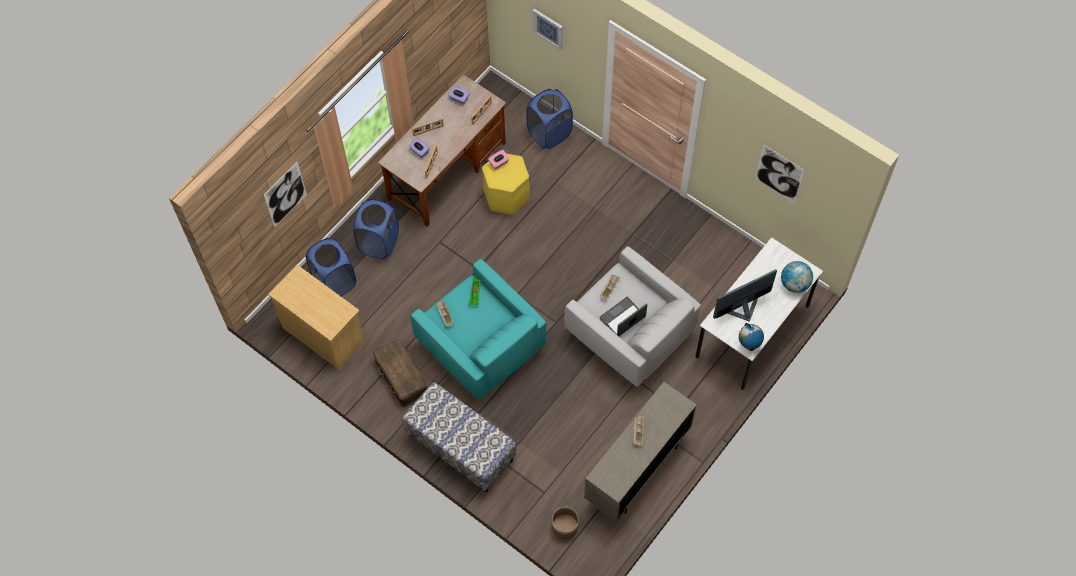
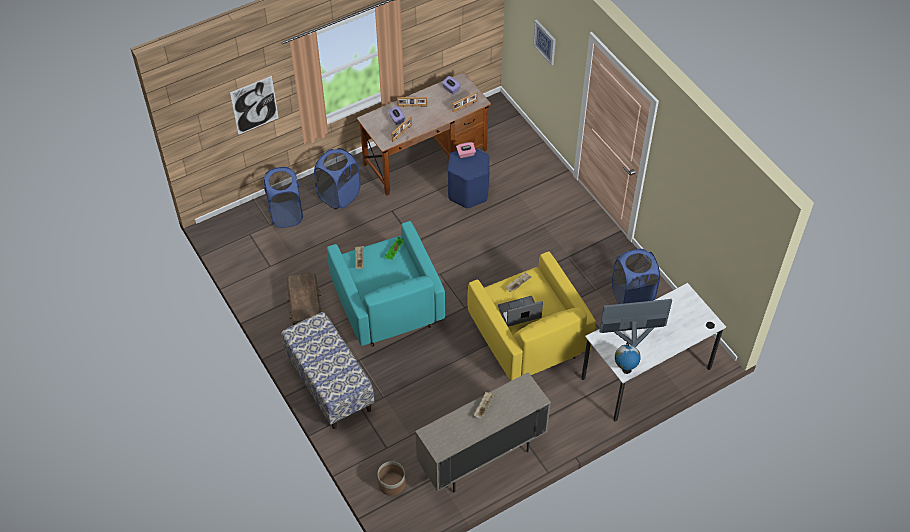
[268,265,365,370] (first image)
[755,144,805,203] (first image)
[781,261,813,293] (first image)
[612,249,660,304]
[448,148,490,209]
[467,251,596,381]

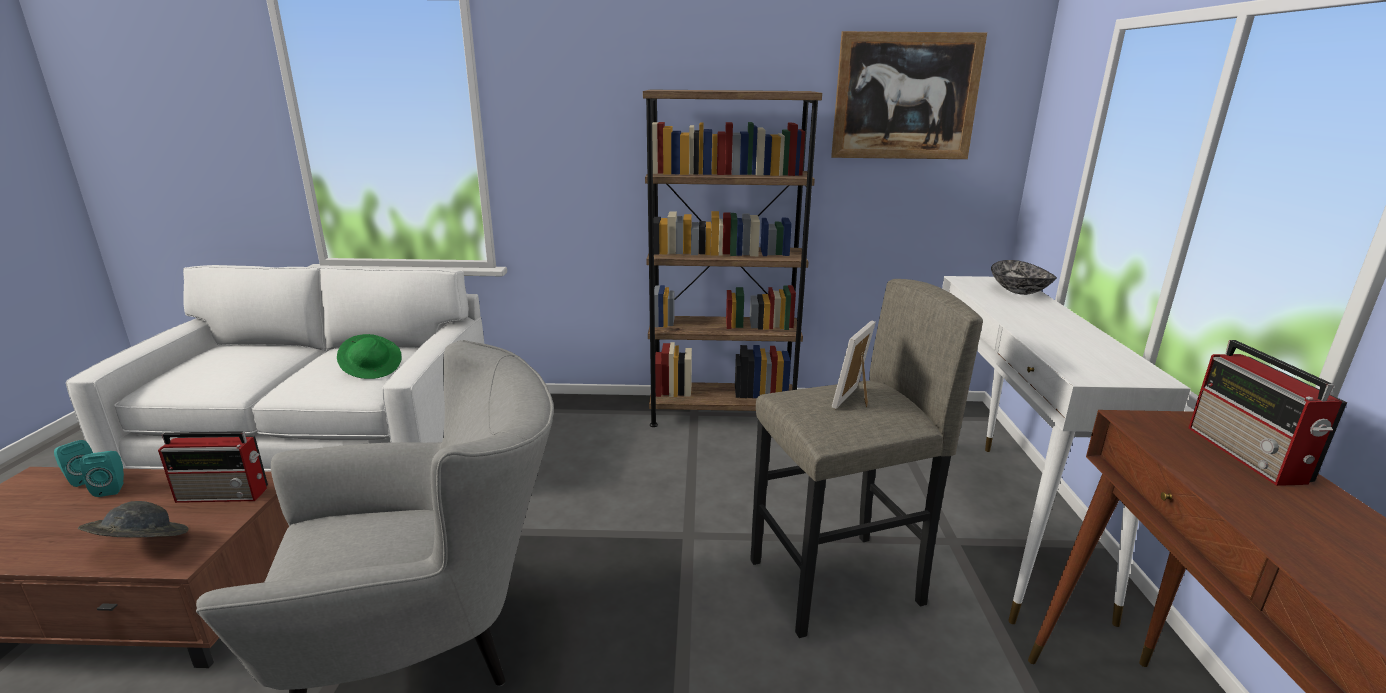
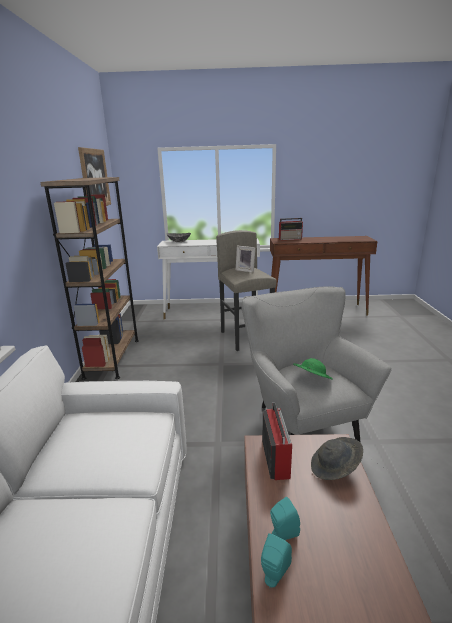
[293,358,333,380]

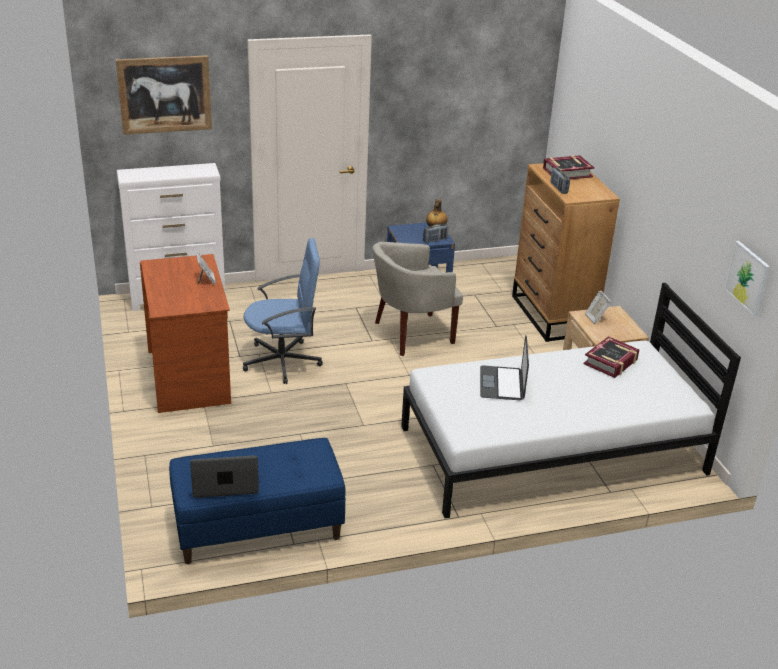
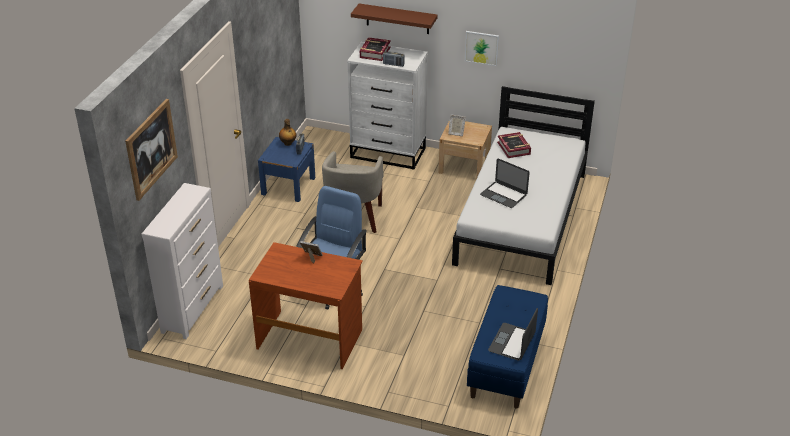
[351,4,438,34]
[465,31,499,66]
[347,42,428,169]

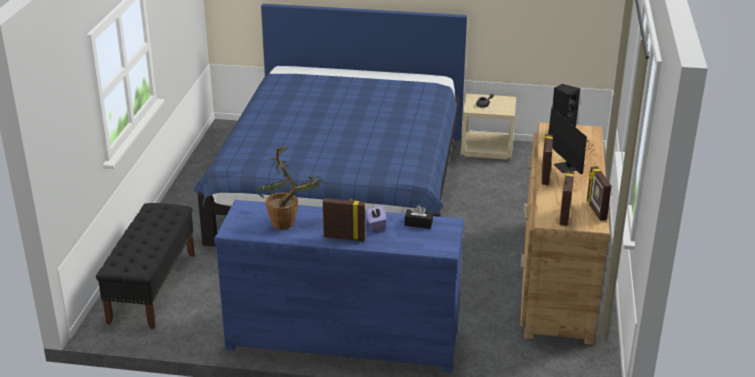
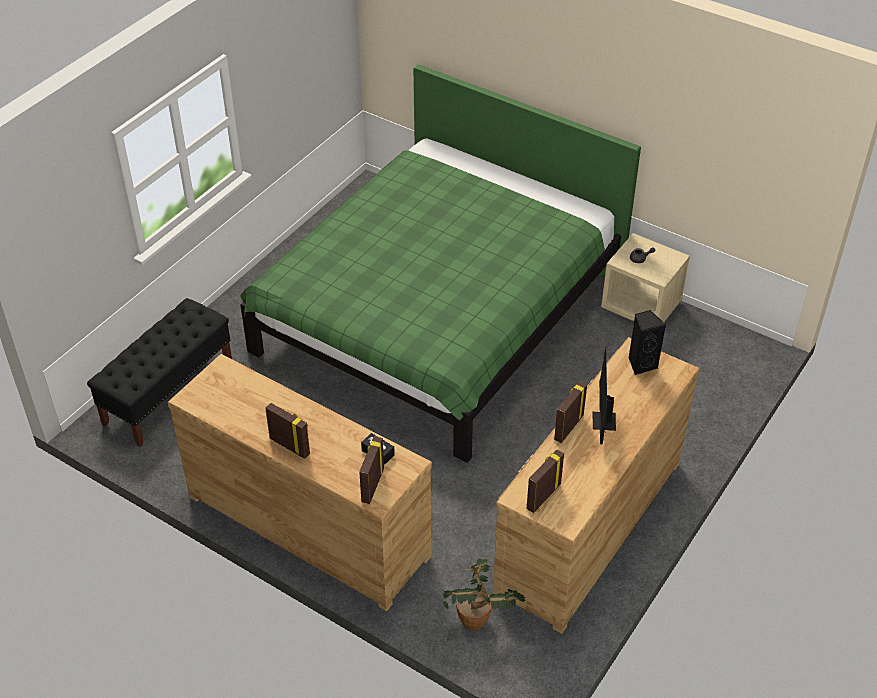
[367,204,386,231] (first image)
[443,558,525,631]
[359,436,384,504]
[240,64,641,463]
[168,354,432,611]

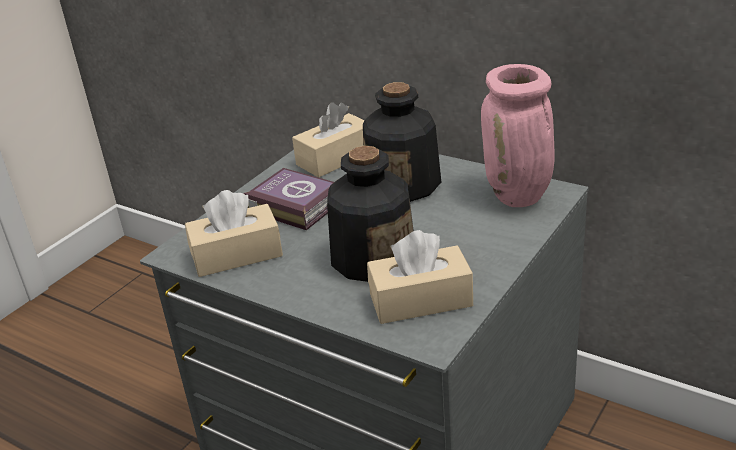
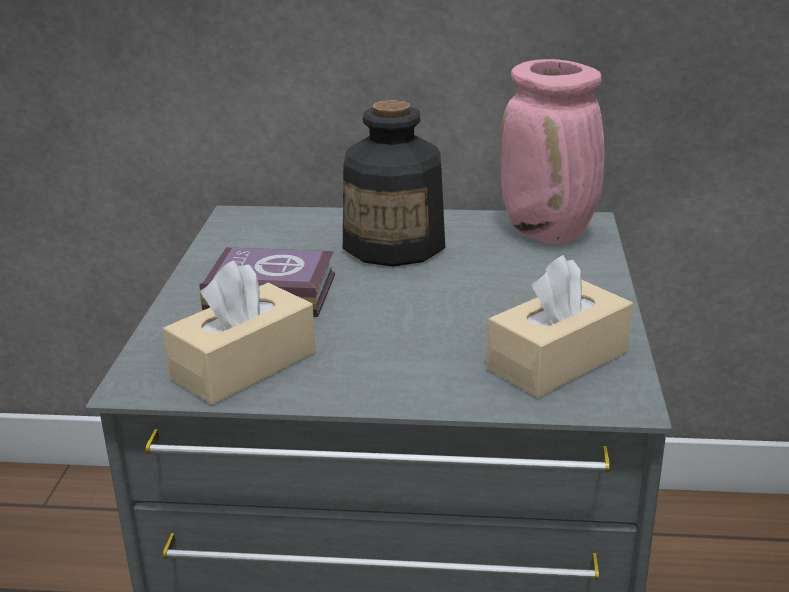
[292,103,365,178] (first image)
[327,146,414,282] (first image)

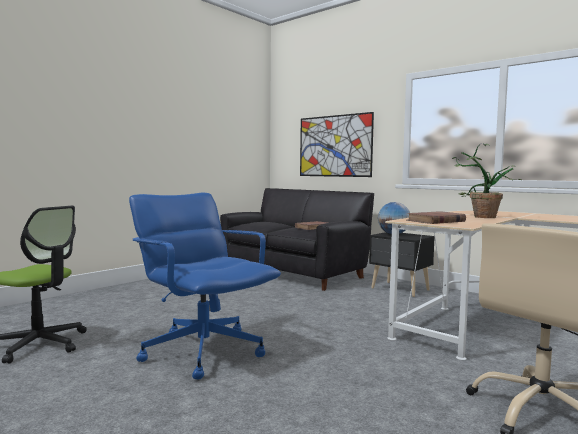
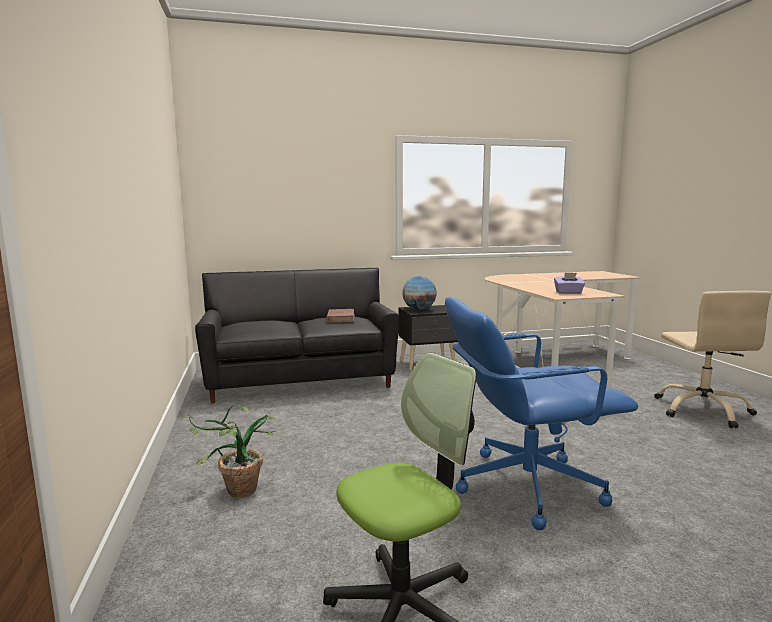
[300,112,374,177] (first image)
[182,405,281,498]
[554,273,585,294]

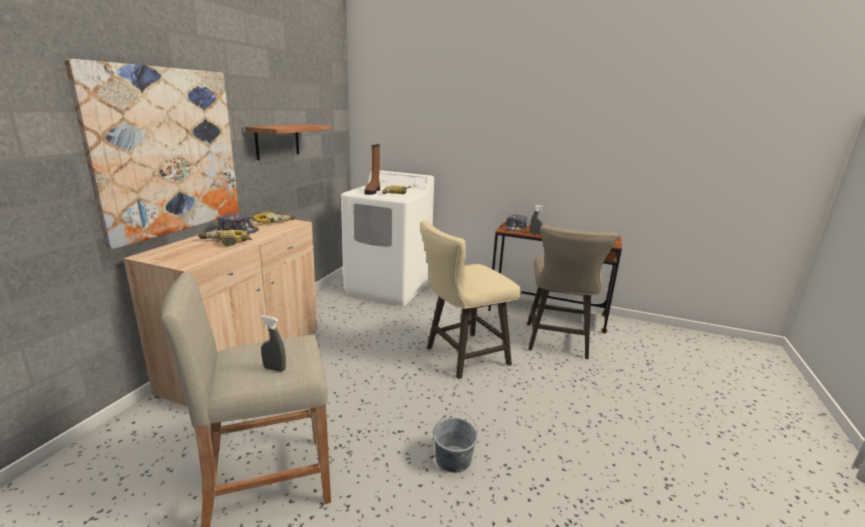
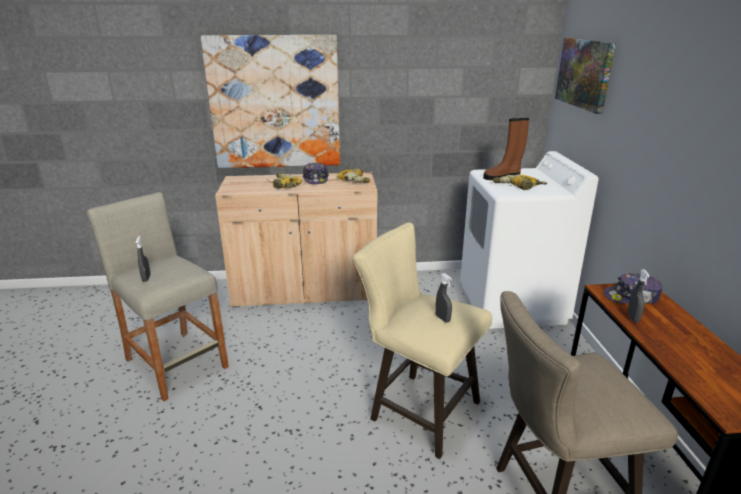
[245,124,331,160] (first image)
[433,411,478,473] (first image)
[435,273,452,323]
[555,38,616,114]

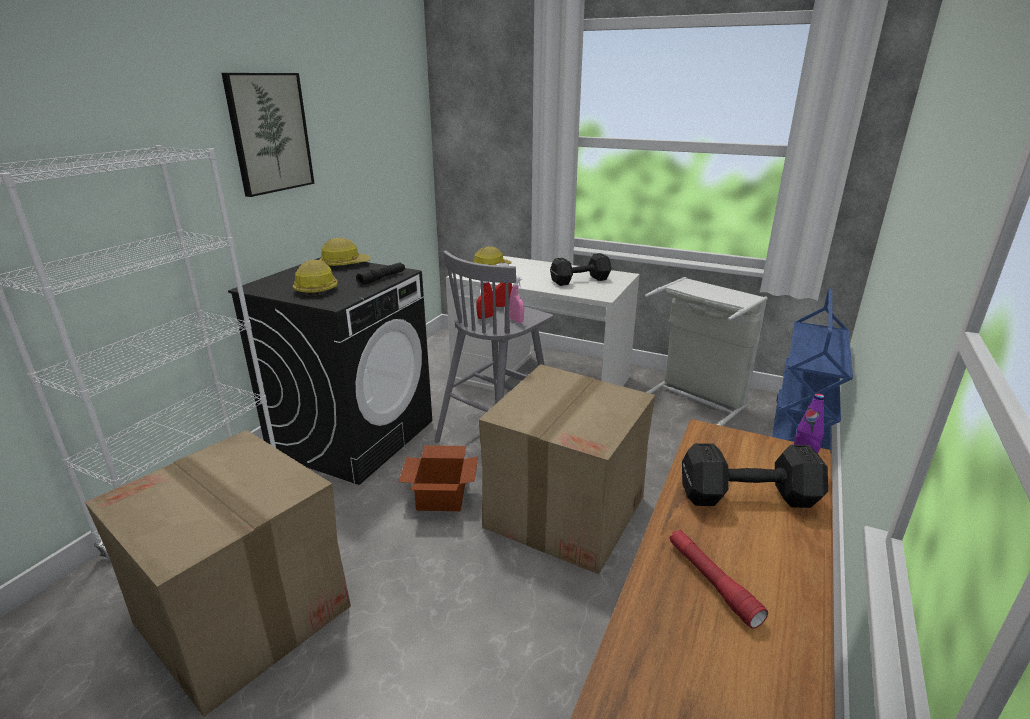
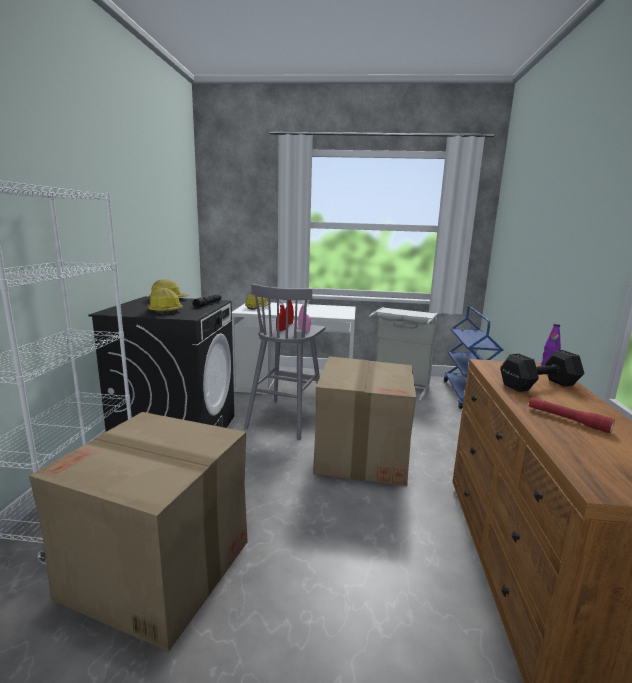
[222,73,315,197] (first image)
[398,445,478,511] (first image)
[550,253,611,286] (first image)

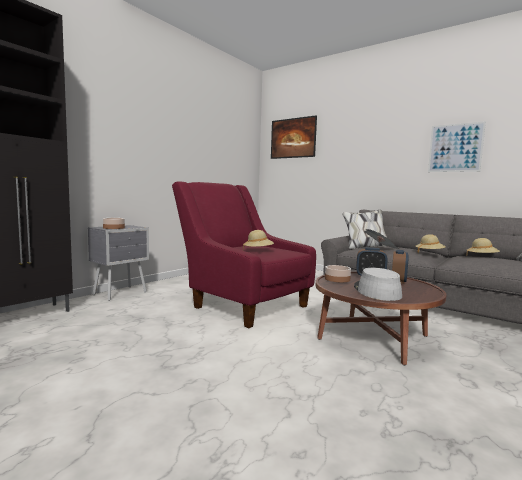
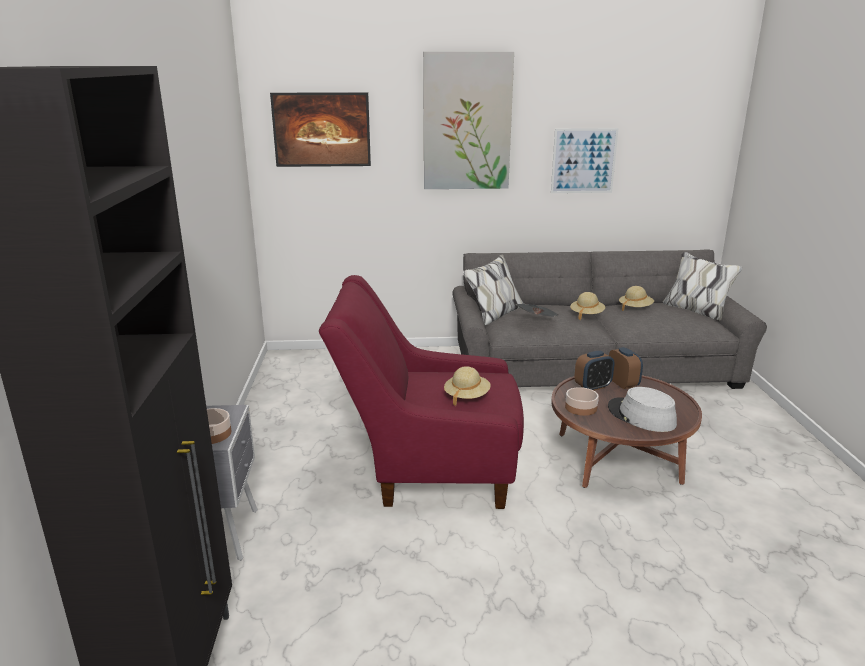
[423,52,514,189]

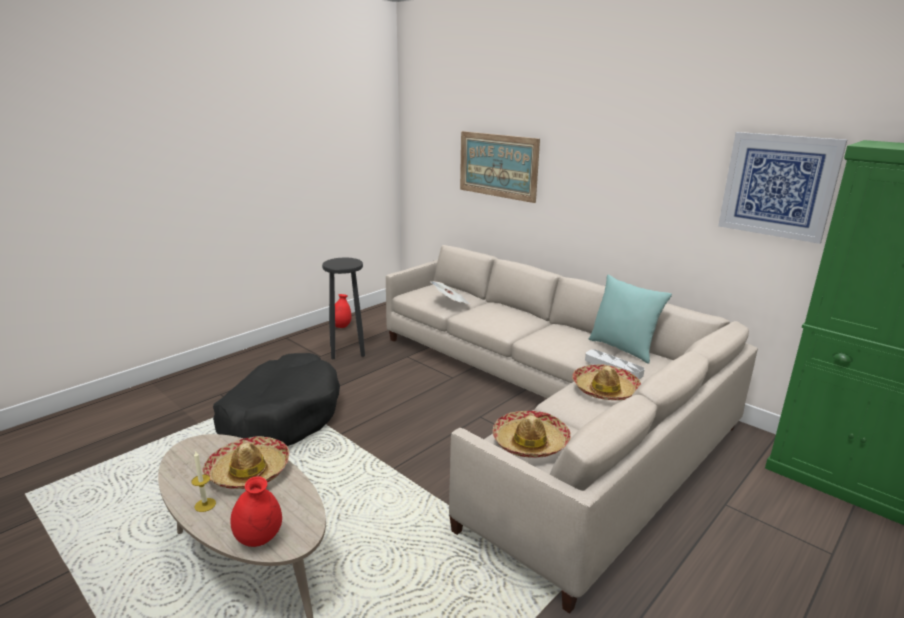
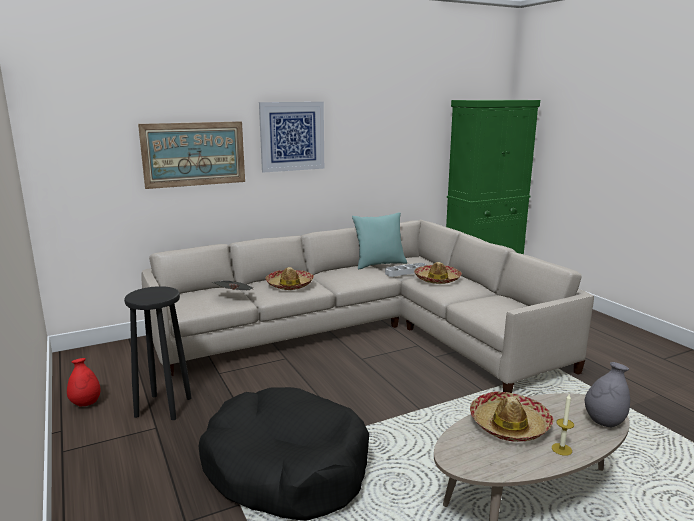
[265,267,314,290]
[259,102,324,173]
[585,362,630,427]

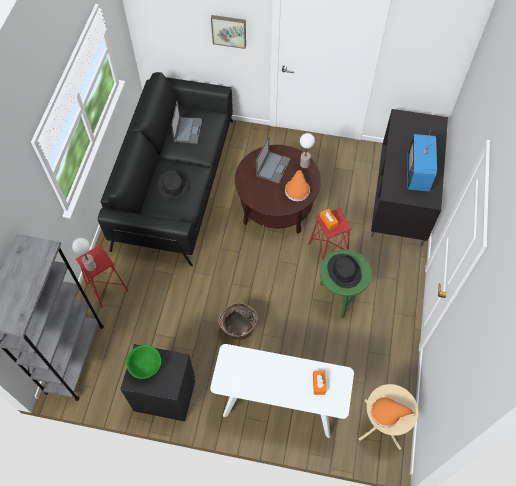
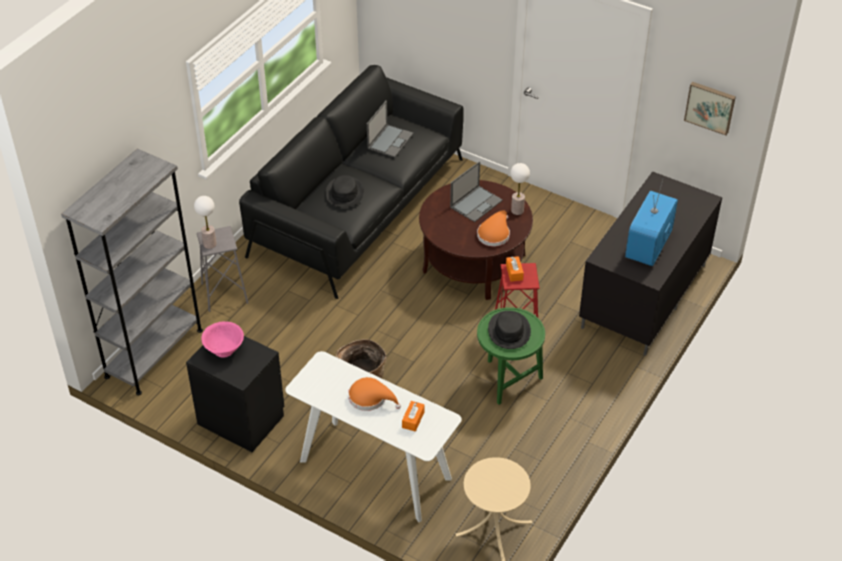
[684,82,736,135]
[348,377,401,411]
[197,226,248,312]
[201,322,244,358]

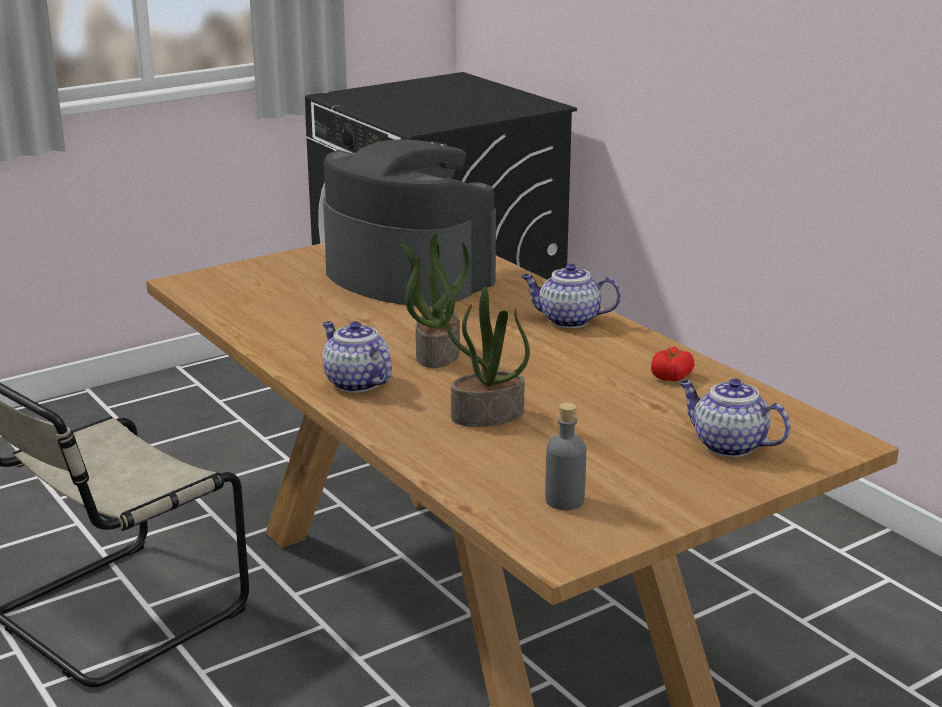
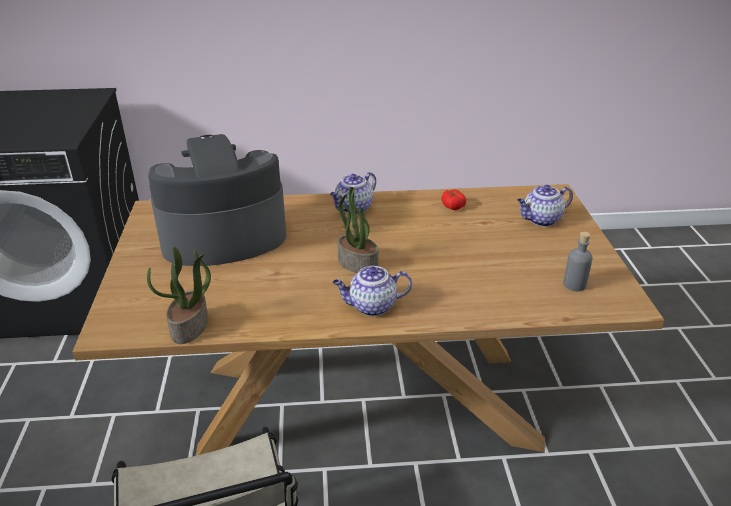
[147,247,211,344]

